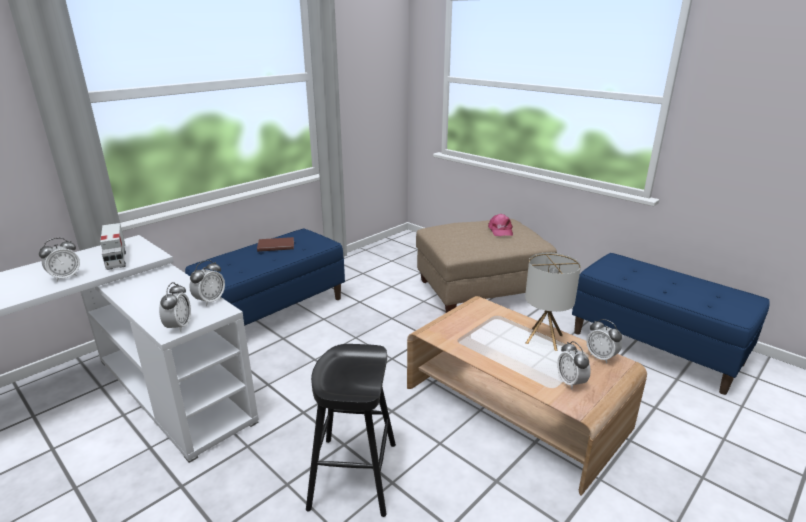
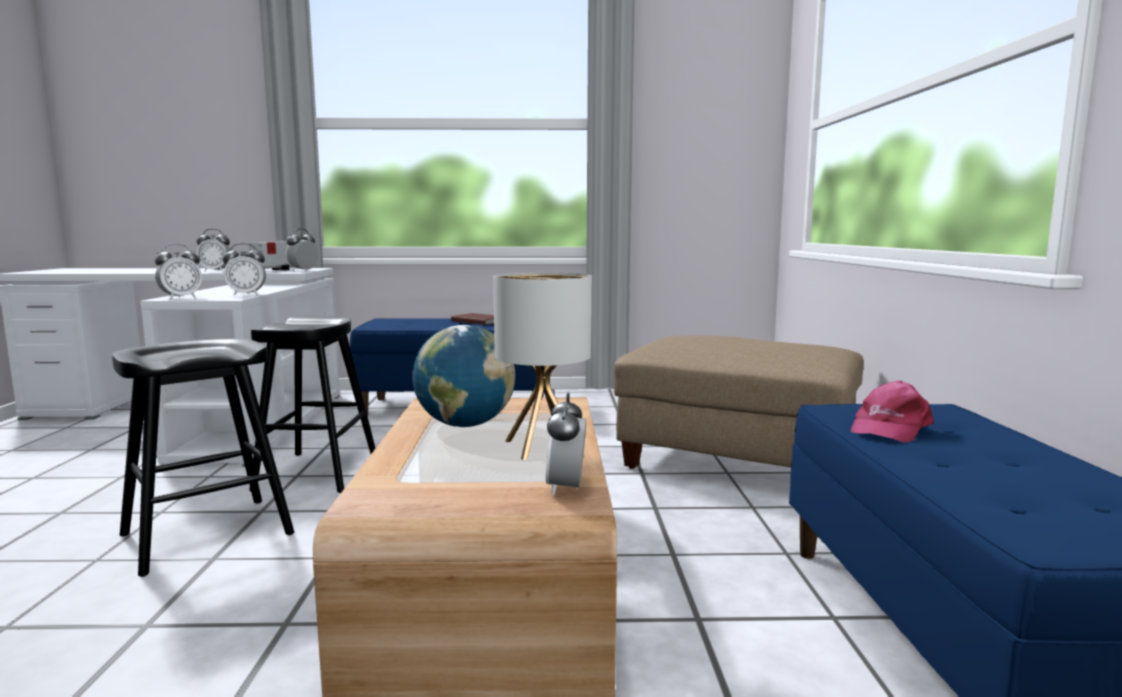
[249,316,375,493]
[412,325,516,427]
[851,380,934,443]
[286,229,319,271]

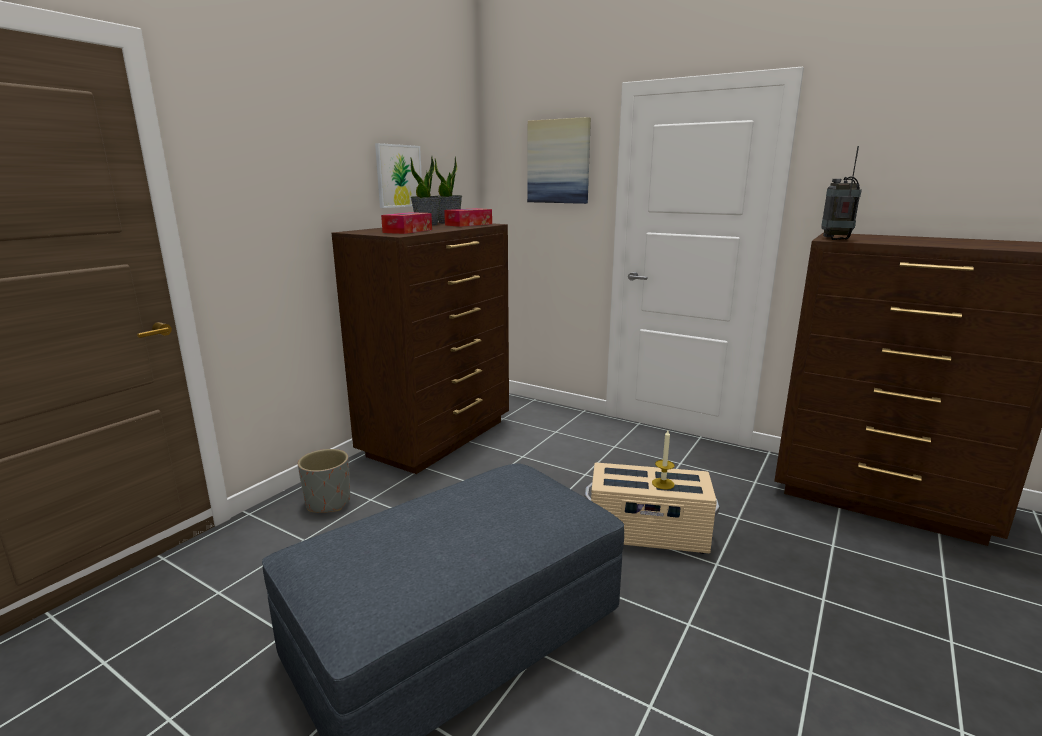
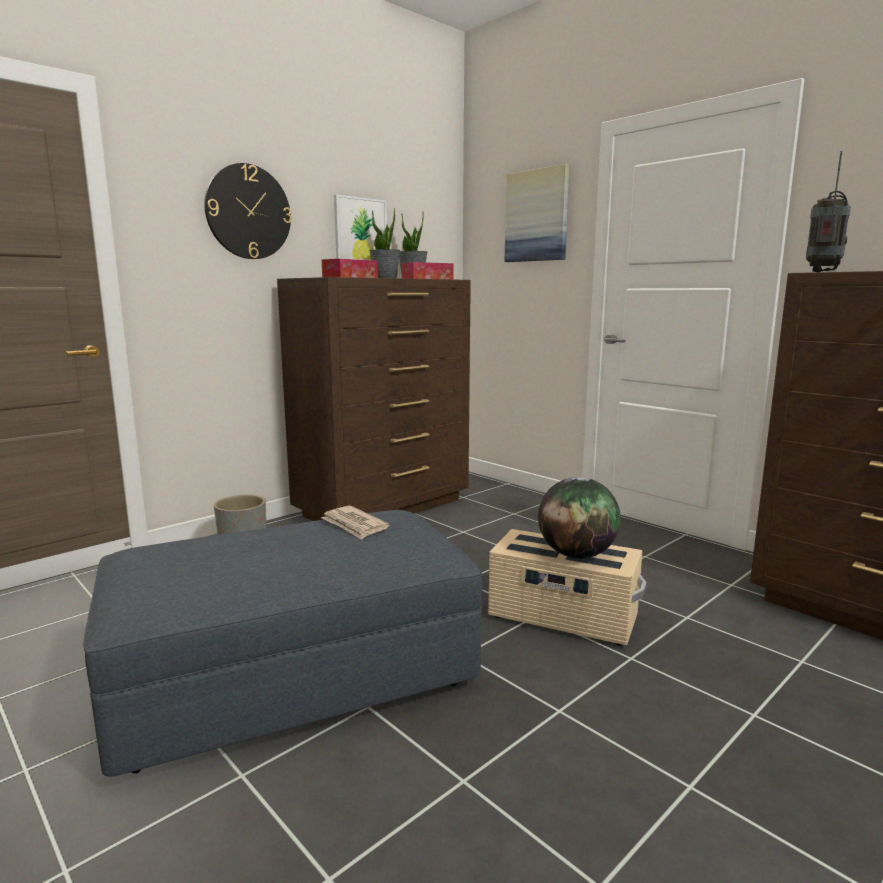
[204,163,292,259]
[321,506,390,540]
[538,477,621,558]

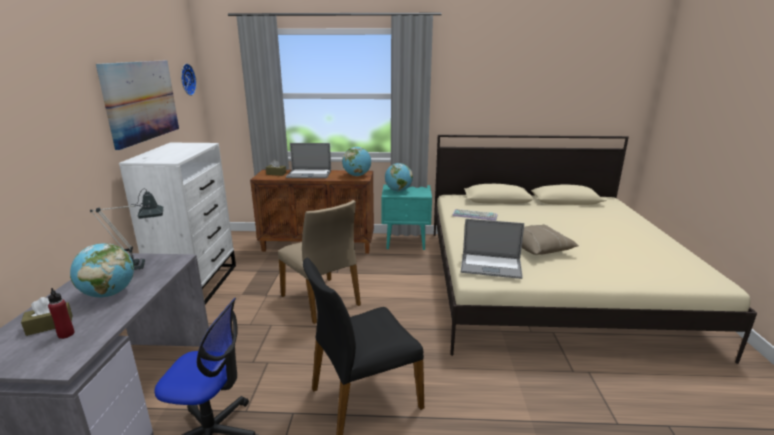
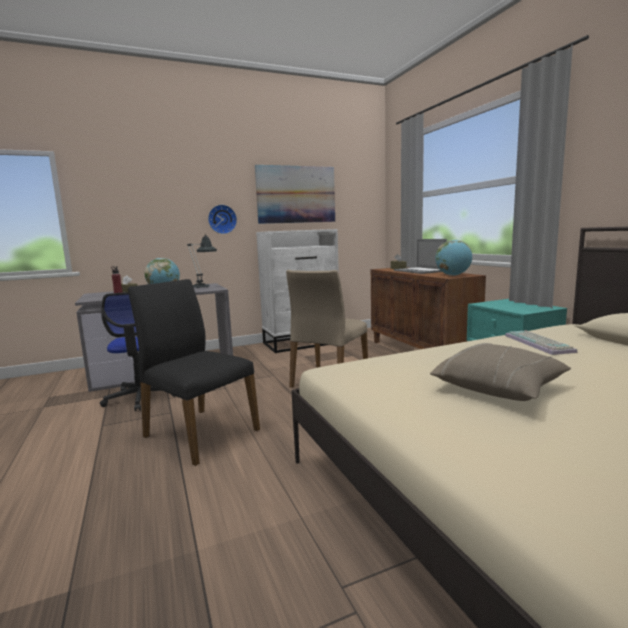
[385,163,413,192] (first image)
[461,219,524,279] (first image)
[208,205,237,234]

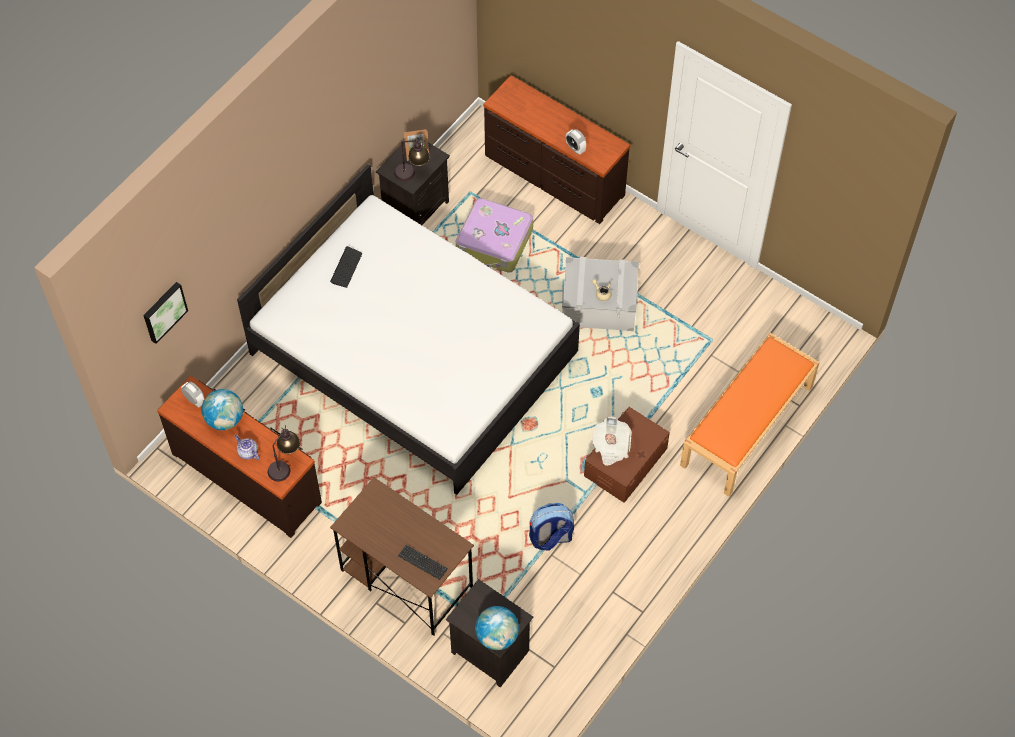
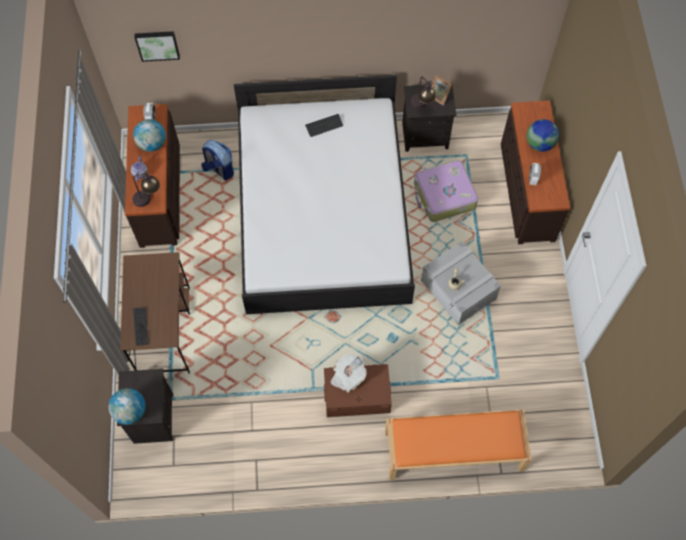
[526,119,559,152]
[201,140,234,180]

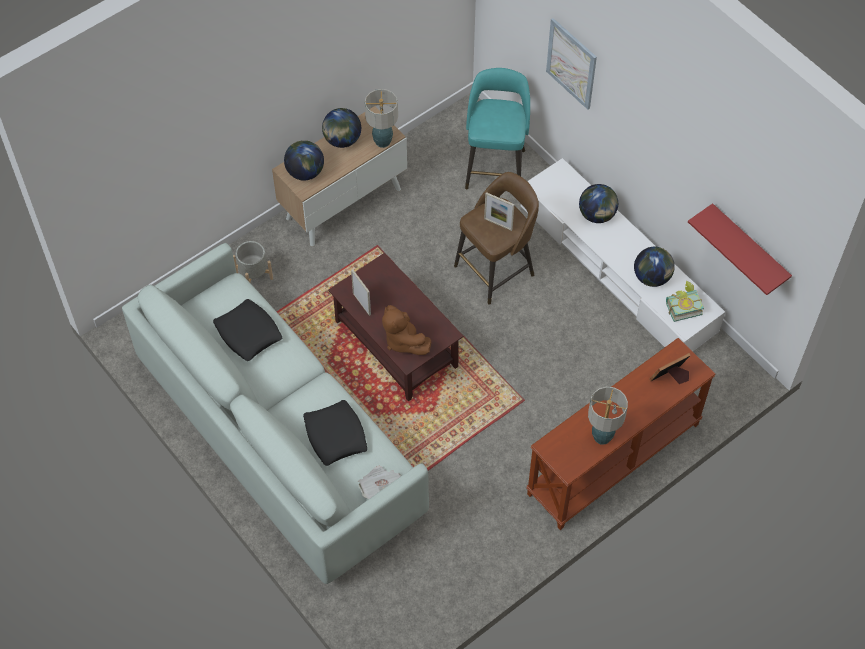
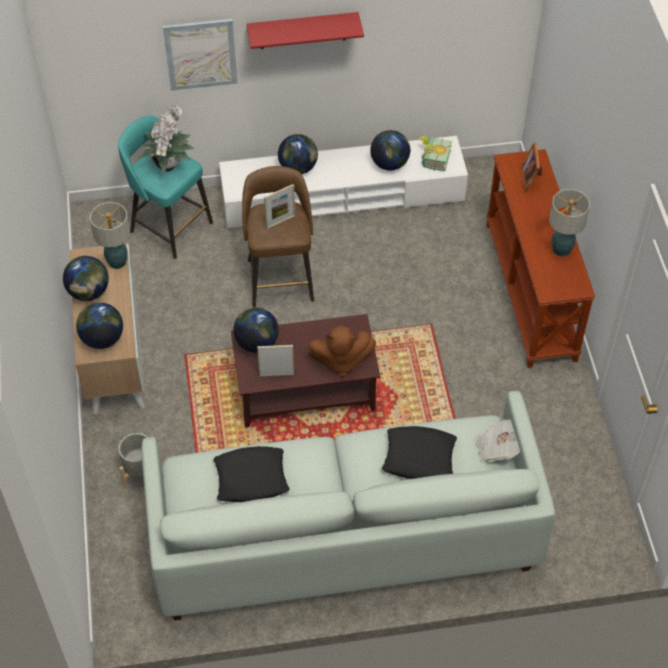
[137,105,195,173]
[233,307,279,353]
[246,12,364,49]

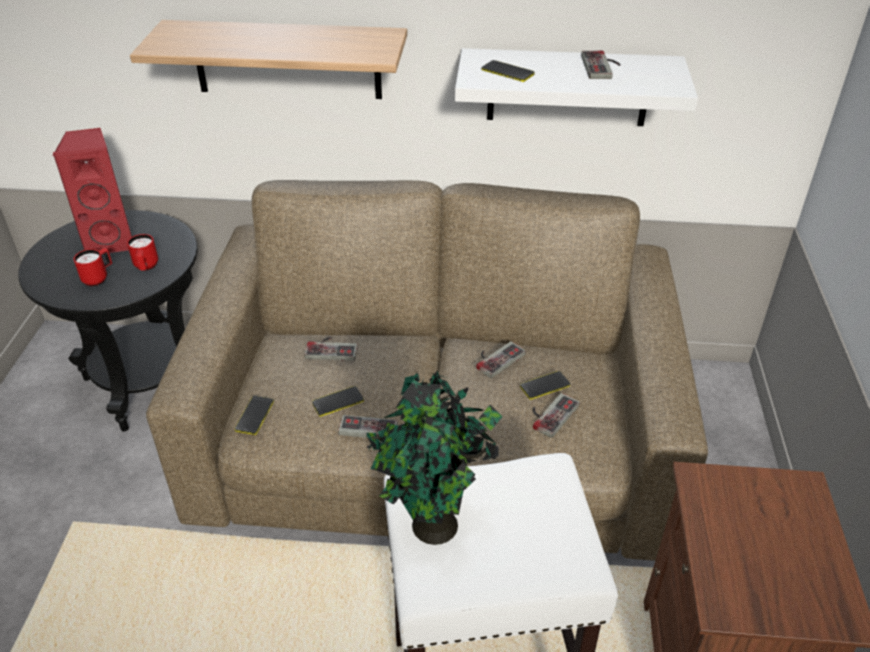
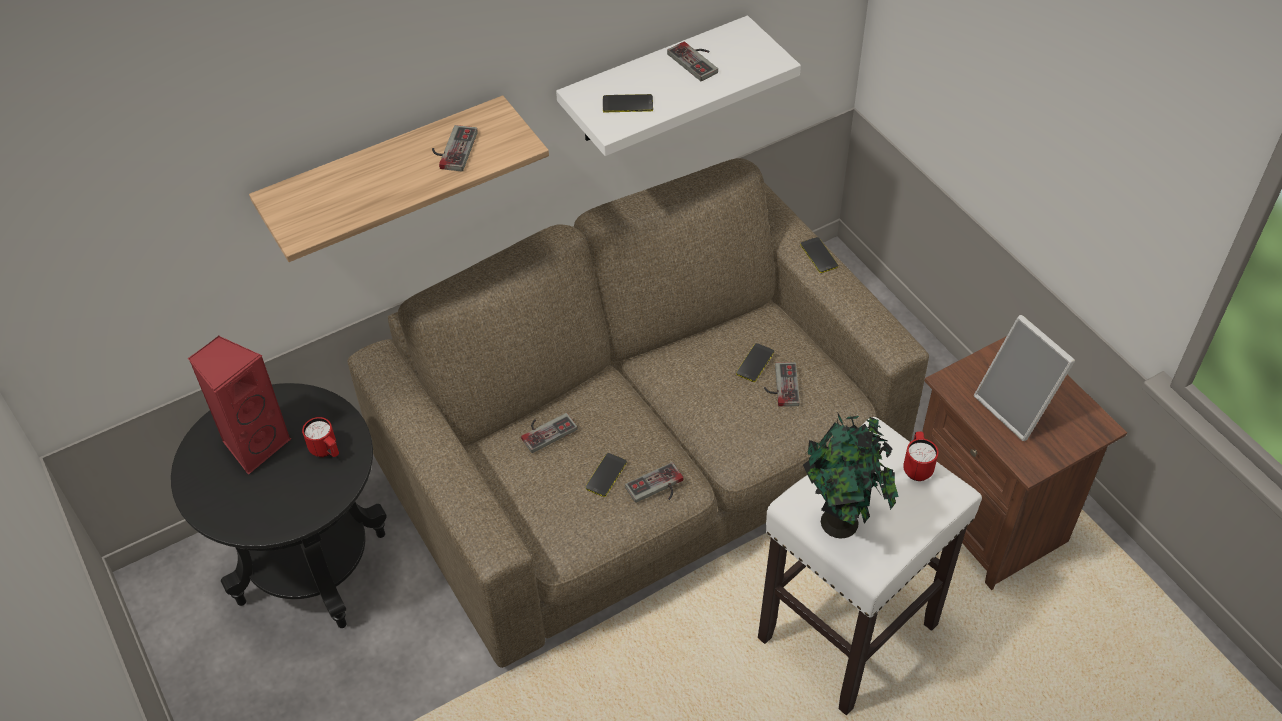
[974,315,1075,441]
[903,431,938,481]
[800,237,838,273]
[432,125,478,171]

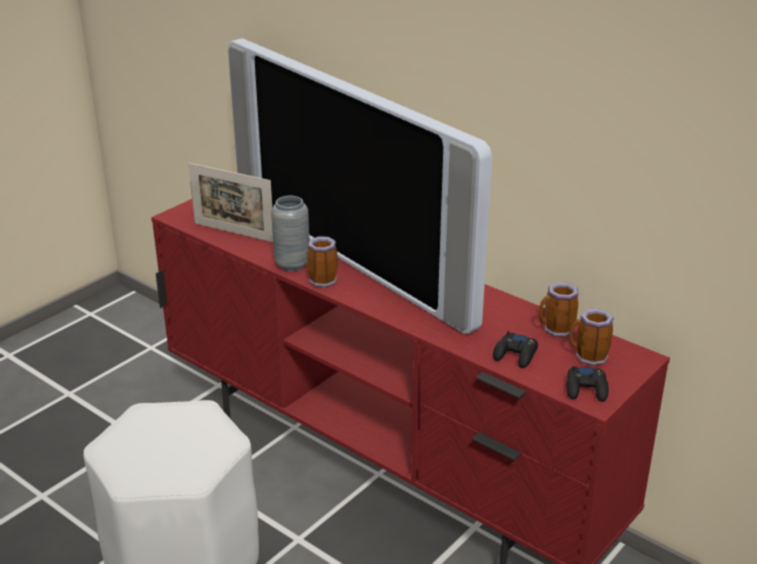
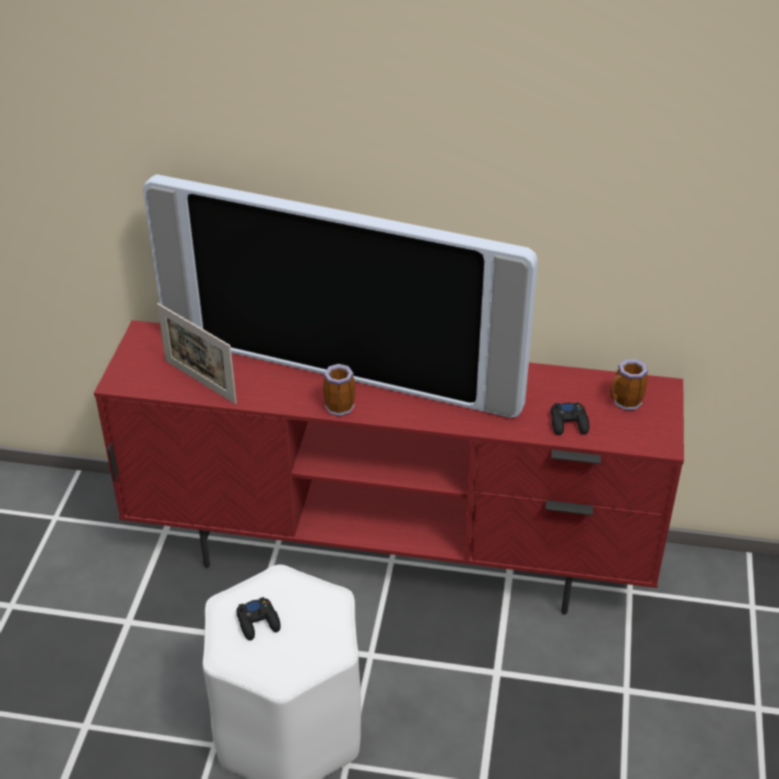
[271,196,309,271] (first image)
[539,282,578,337] (first image)
[236,597,281,641]
[157,303,237,404]

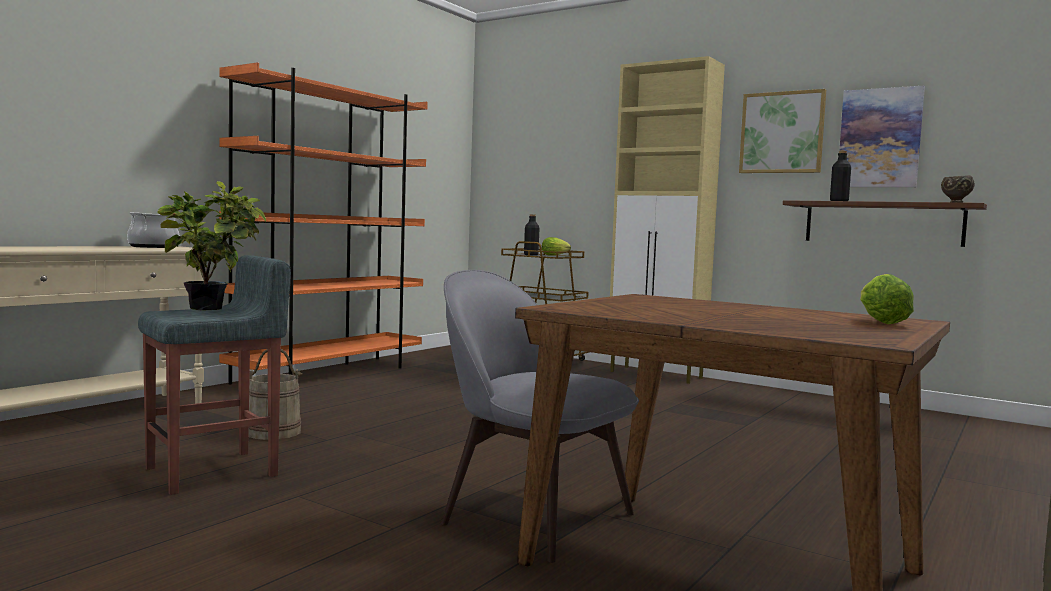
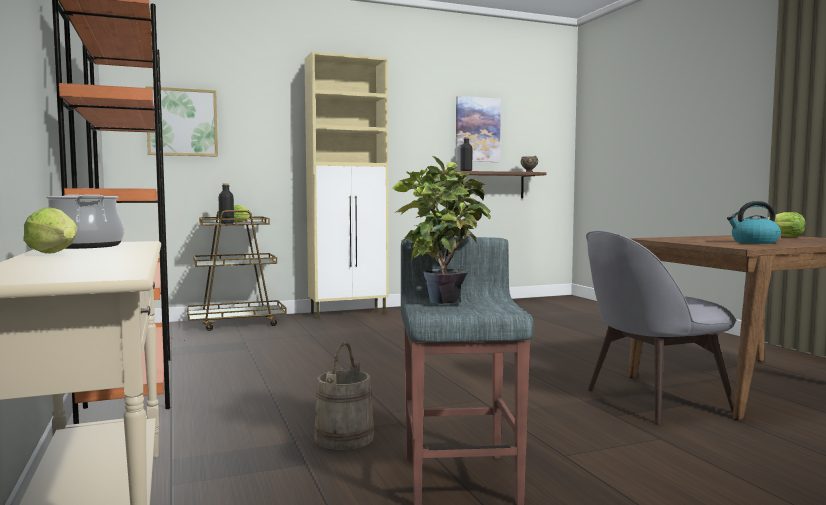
[23,207,77,253]
[727,201,781,244]
[145,86,218,157]

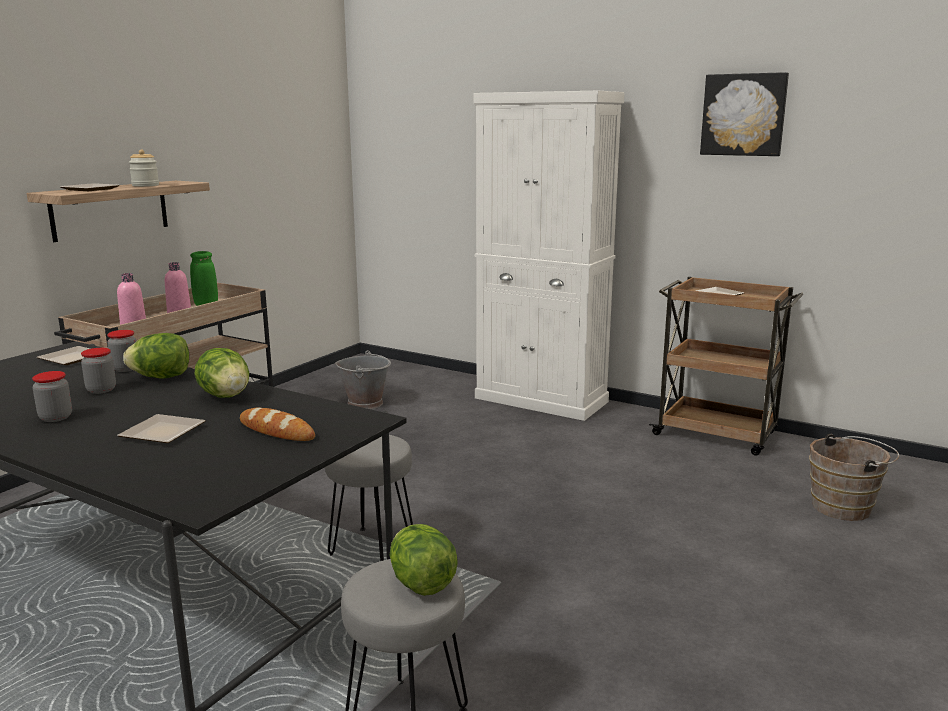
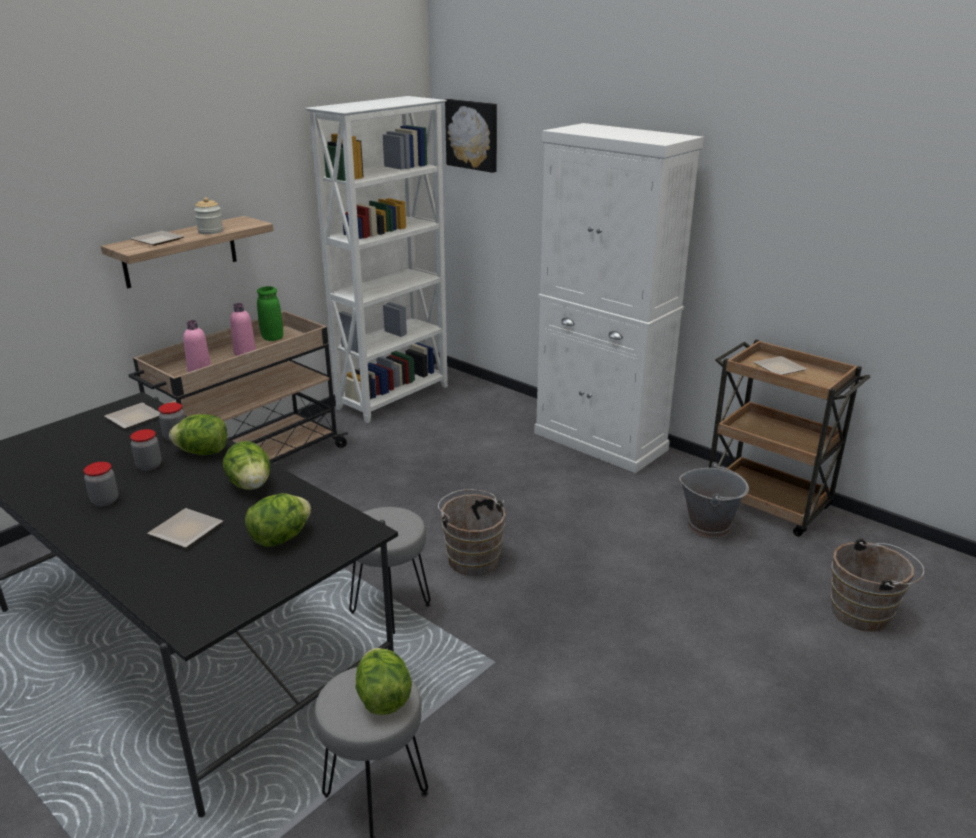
[305,96,448,423]
[438,489,506,576]
[679,462,749,539]
[445,99,497,173]
[245,493,311,547]

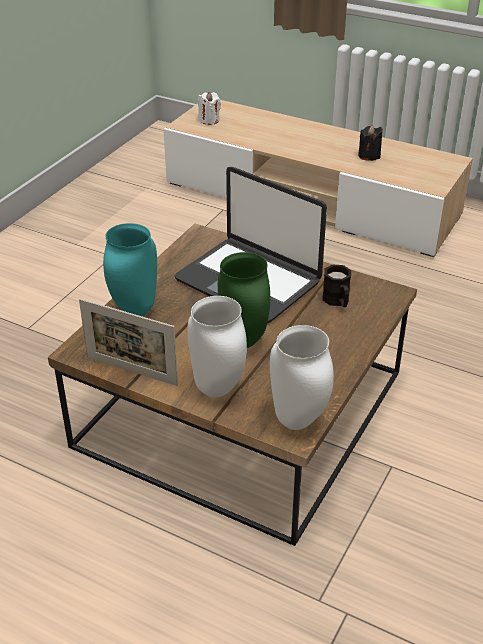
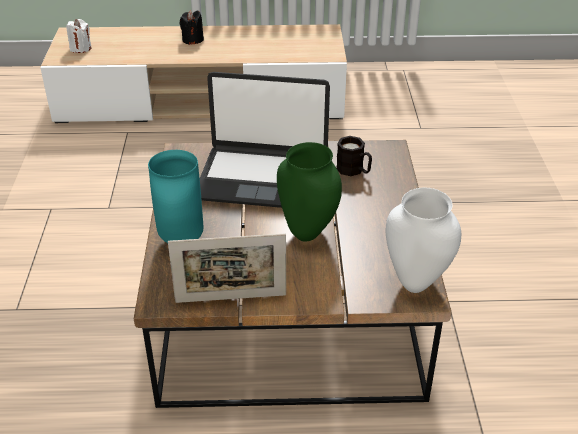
[188,296,247,397] (first image)
[180,10,204,45]

